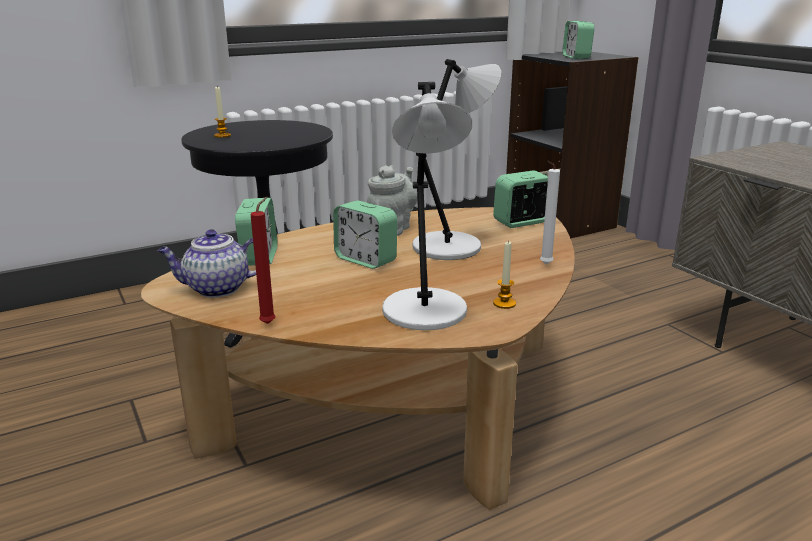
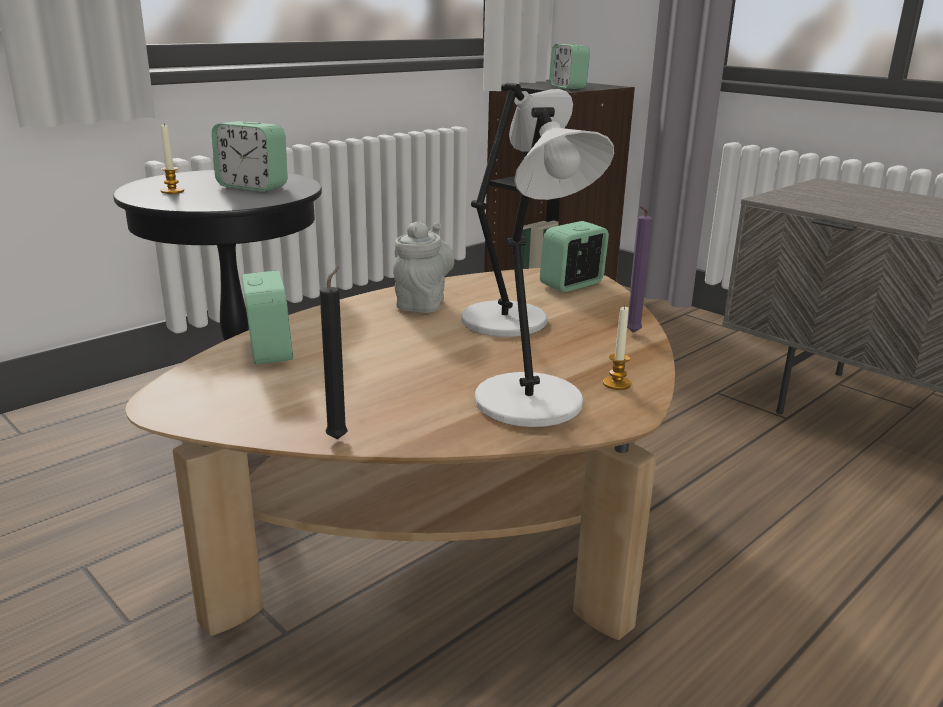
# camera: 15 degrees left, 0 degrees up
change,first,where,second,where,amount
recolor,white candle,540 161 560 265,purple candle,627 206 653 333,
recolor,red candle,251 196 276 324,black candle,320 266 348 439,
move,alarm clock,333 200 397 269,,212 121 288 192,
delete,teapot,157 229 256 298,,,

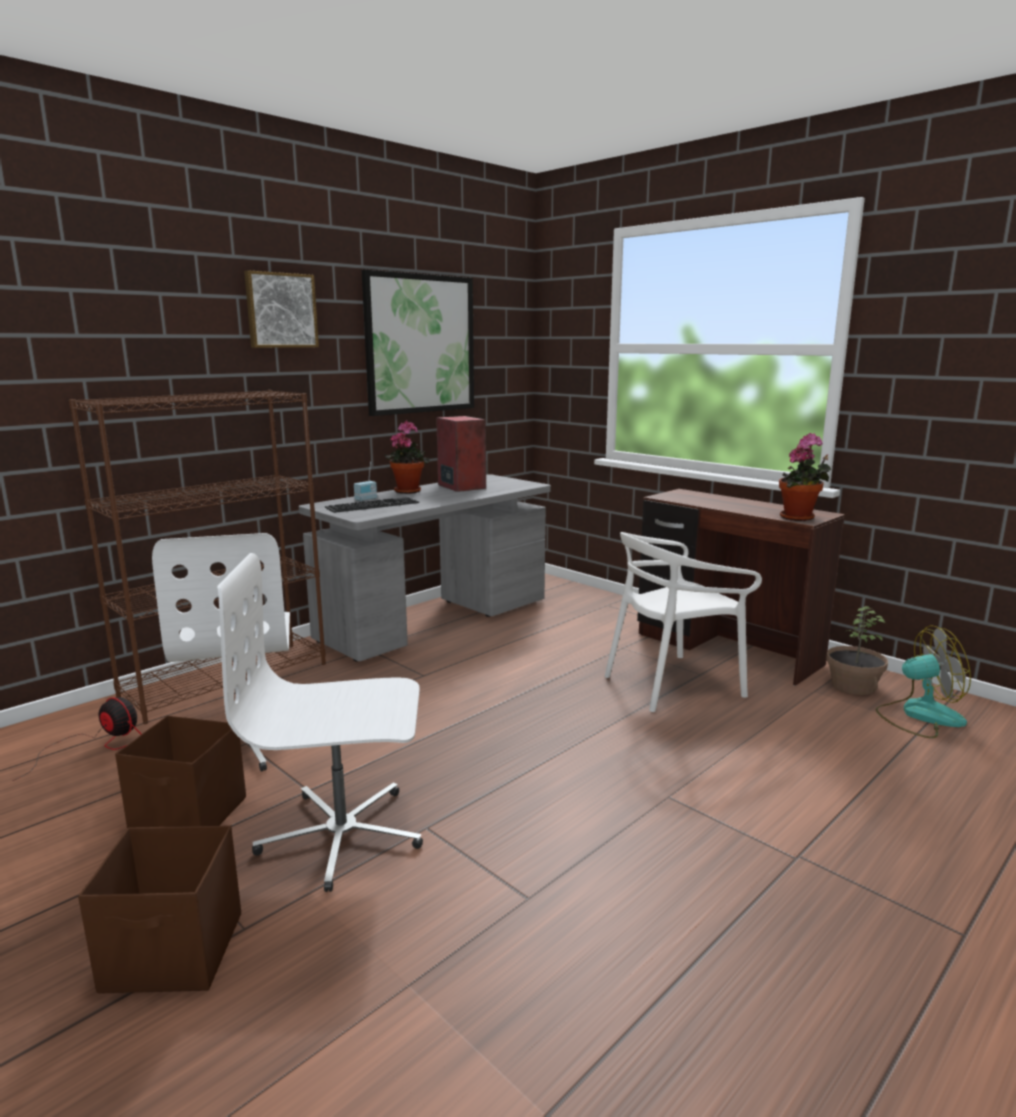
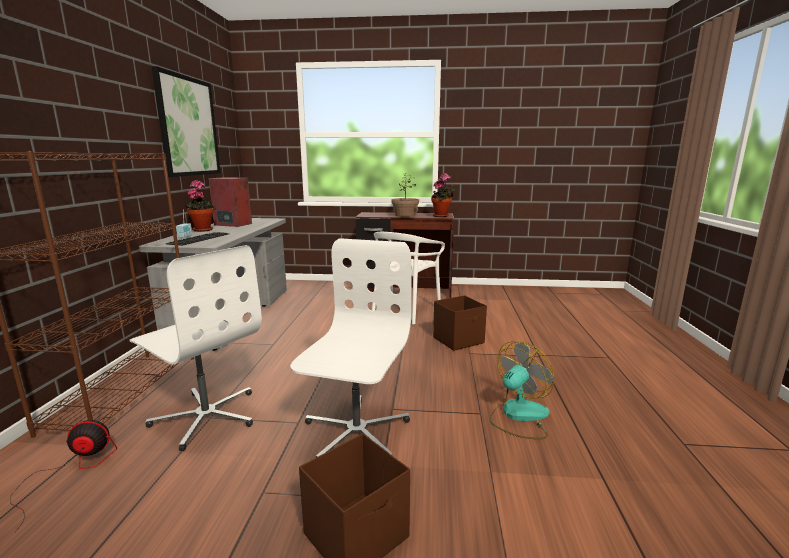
# camera: 40 degrees left, 0 degrees up
change,first,where,second,where,amount
delete,picture,244 270 319 348,,,
rotate,white office chair,217 553 423 892,,290 238 412 458,150 degrees clockwise
move,potted plant,826 606 888 695,,391 173 419 217,
move,fan,876 625 971 738,,490 341 554 439,
move,brown storage box,115 716 246 828,,433 295 487 351,

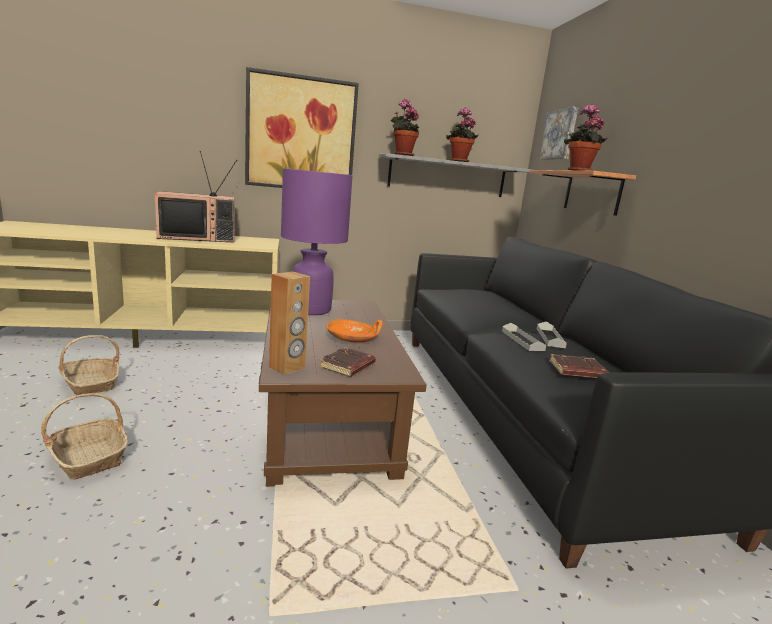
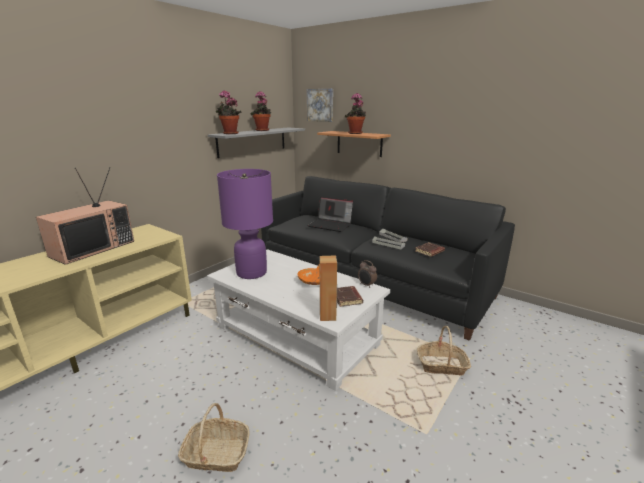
# camera: 40 degrees left, 5 degrees up
change,first,where,second,where,amount
delete,picture,245 67 359 188,,,
recolor,brown coffee table,259 300 427 487,white coffee table,207 249 390 391,
move,basket,58 335 120 396,,417 326 471 375,
insert,,,laptop,307 197 354 232,
insert,,,alarm clock,358 260 377 288,

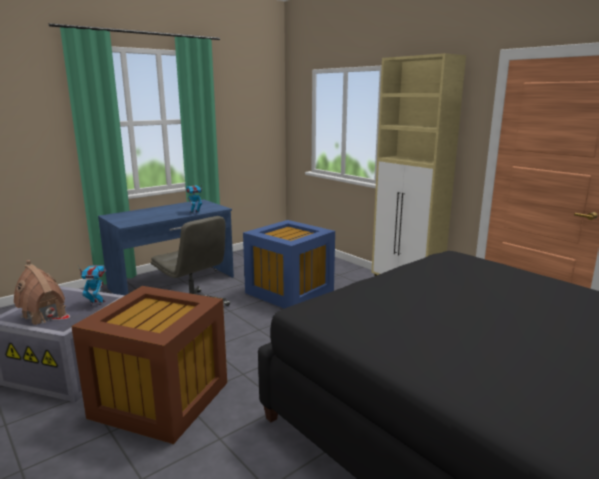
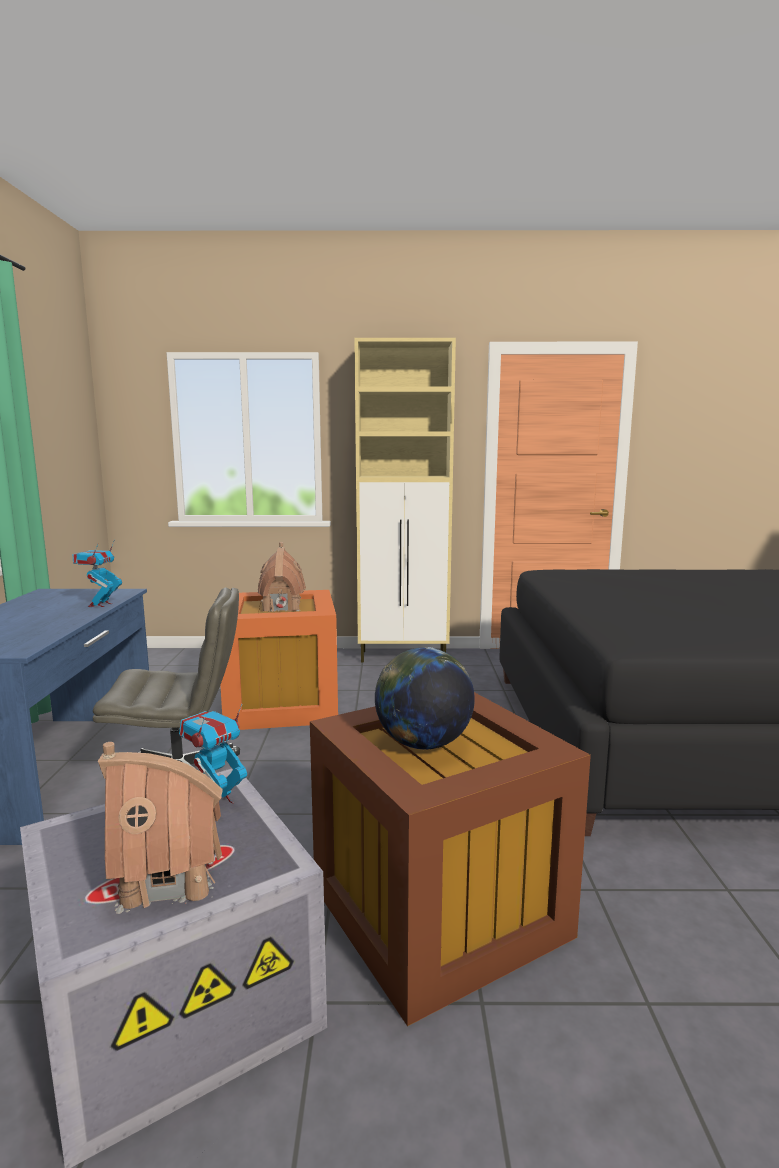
# camera: 50 degrees left, 5 degrees down
change,first,where,second,where,amount
recolor,blue storage box,243 220 335 309,orange storage box,220 590 338 730,
insert,,,toy house,258 542 306 612,
insert,,,globe,375 647 475 749,

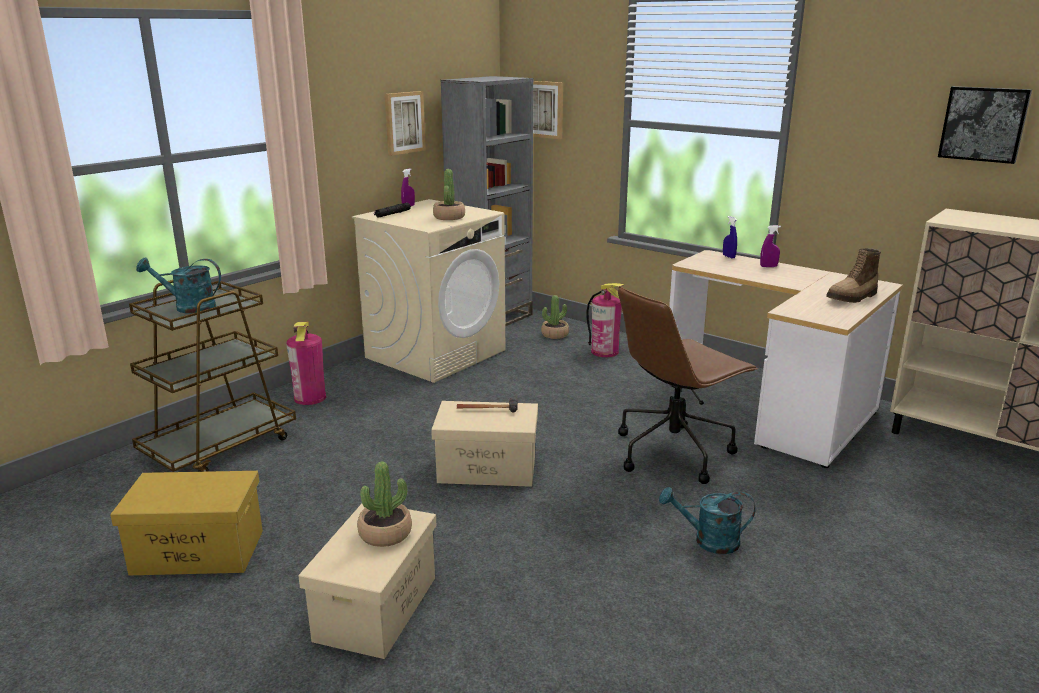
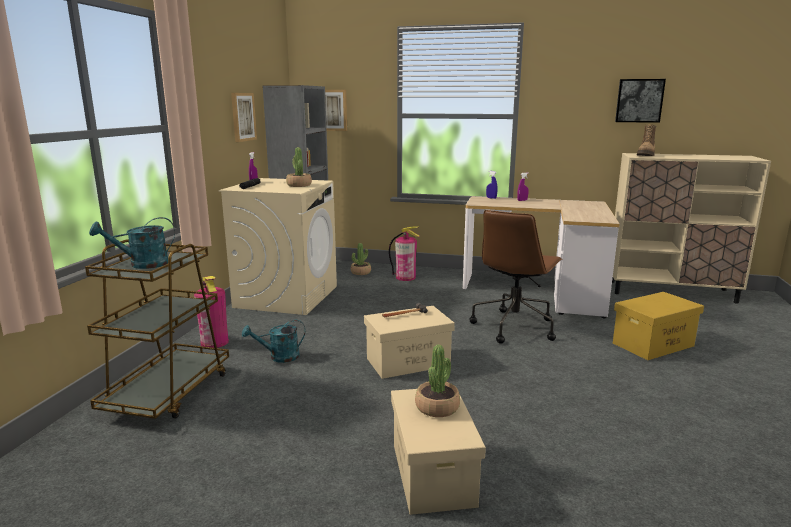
# camera: 25 degrees left, 5 degrees down
change,first,where,second,where,amount
move,boot,826 248 881 303,,637 124 657 156,
move,yellow storage box,110 471 263 575,,613 292 704 360,
move,turquoise watering can,659 487 756 554,,242 320 305 363,

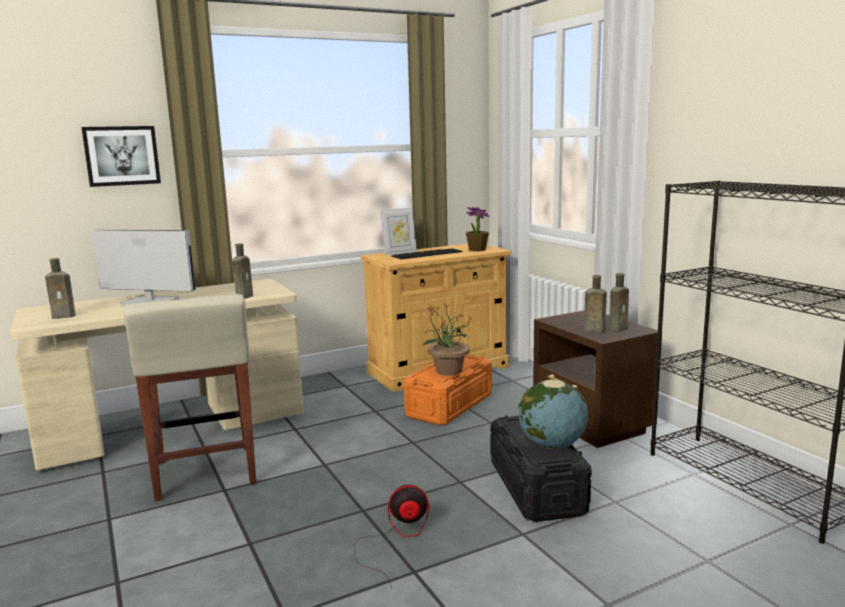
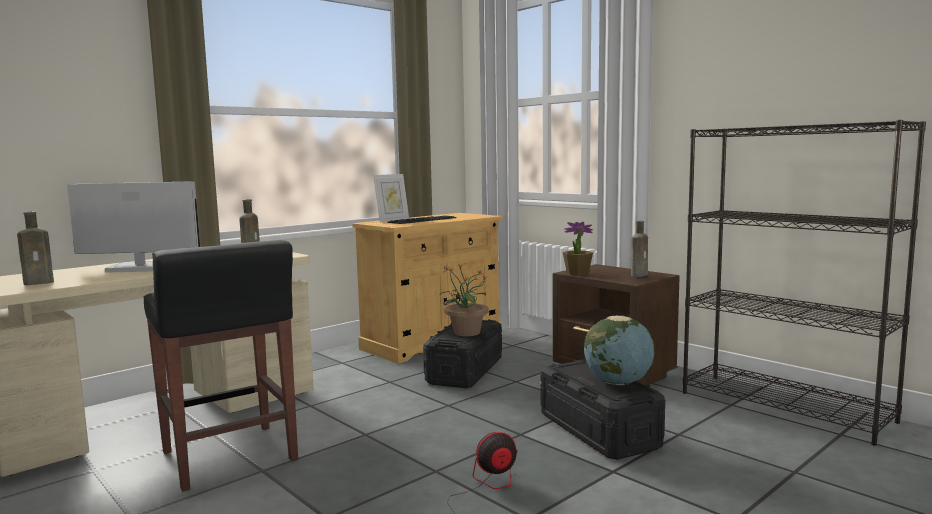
# camera: 15 degrees left, 5 degrees down
change,first,where,second,where,amount
delete,picture,81 126 161 187,,,
move,potted plant,466 207 490 251,,563 221 593 276,
delete,brown bottle,584 275 607 333,,,
recolor,beige stool,124 294 256 501,black stool,144 240 298 491,
recolor,orange storage box,403 355 492 425,black storage box,423 319 502 388,

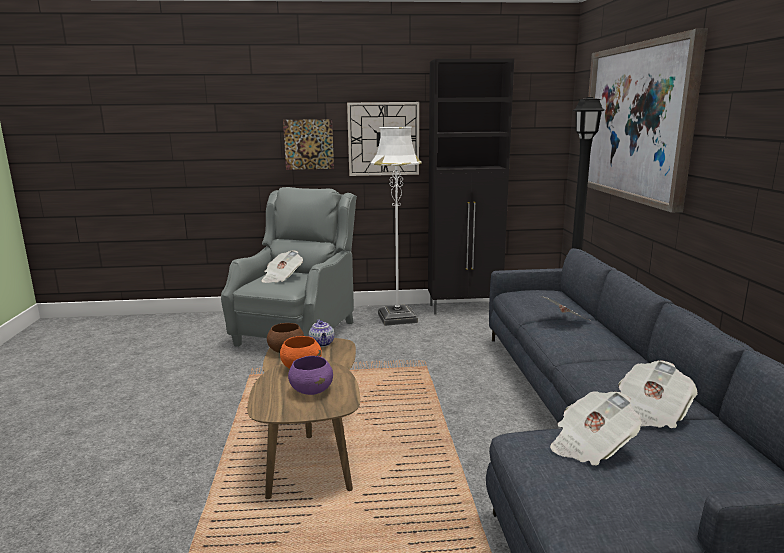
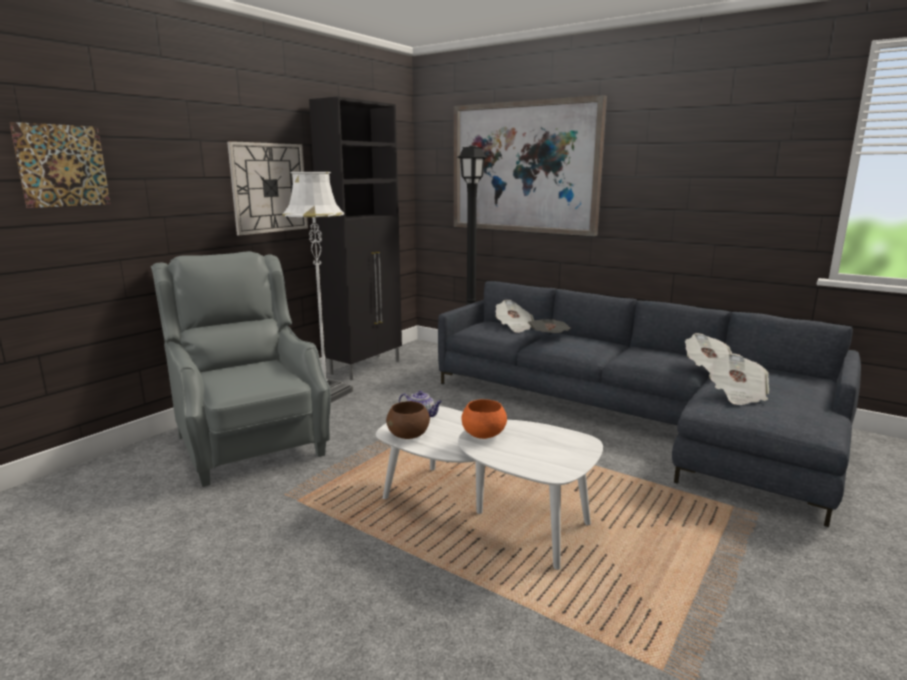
# camera: 50 degrees left, 0 degrees up
change,first,where,second,where,amount
move,picture,283 119 334 170,,9 122 110 208,
move,newspaper,261 250 303 283,,496 300 534 333,
recolor,brown coffee table,247 338 360 499,white coffee table,376 406 603 570,
delete,purple bowl,288 356 333 395,,,

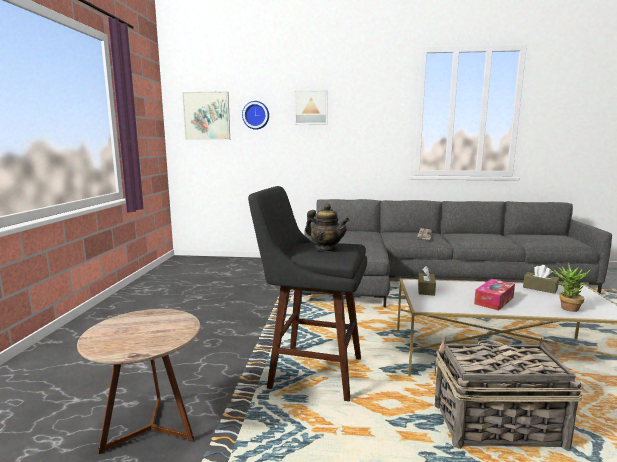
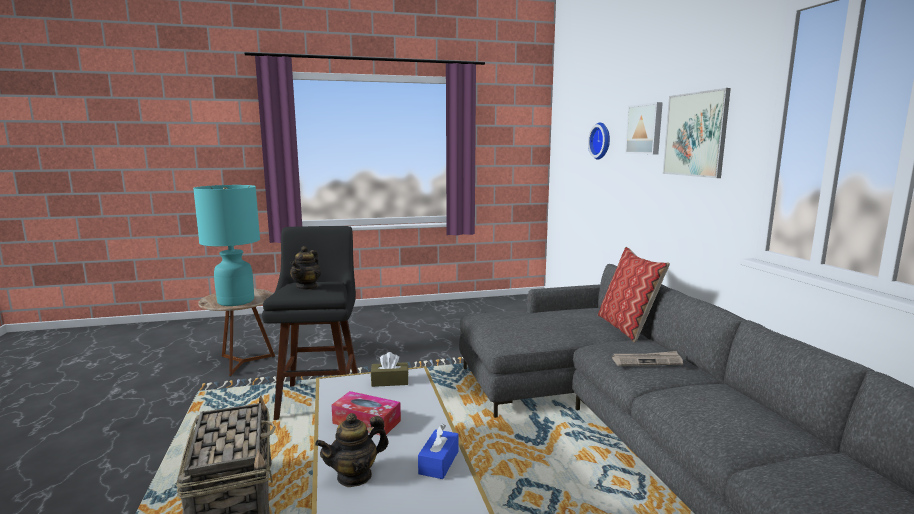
# camera: 70 degrees right, 0 degrees up
change,first,where,second,where,amount
move,picture,182 91 230 140,,663 88 731 178,
replace,potted plant,550 262 591 312,teapot,315 413 389 487,
recolor,brown tissue box,523 265 559 294,blue tissue box,418 424 458 479,
insert,,,turquoise table lamp,193 185 260 306,
insert,,,pillow,598 247 670 343,

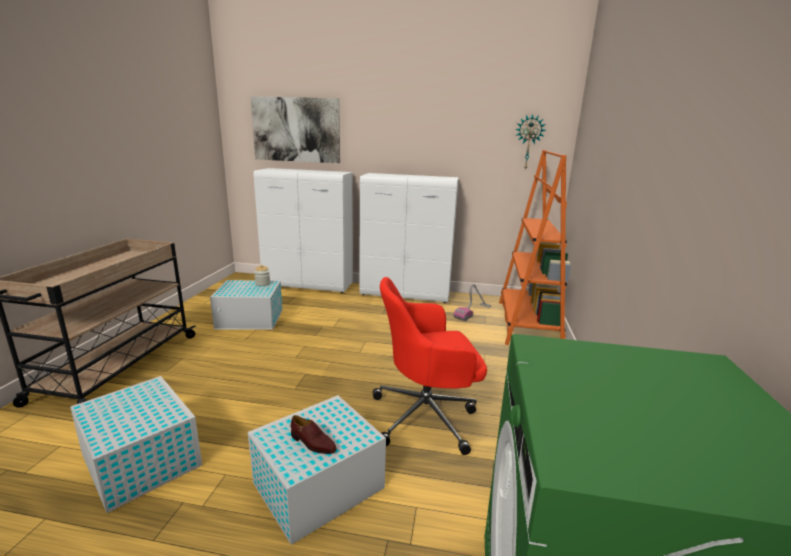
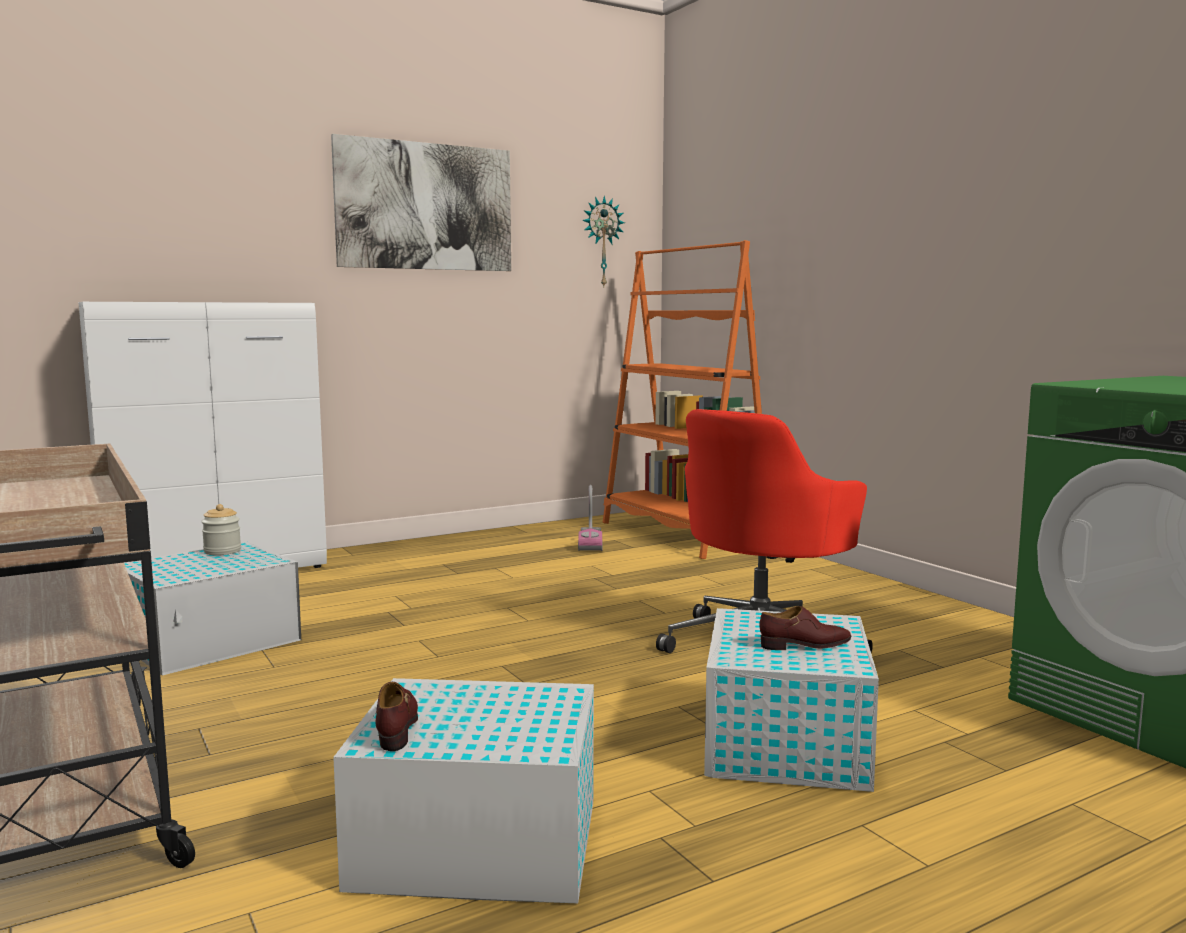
# camera: 40 degrees left, 10 degrees down
change,first,where,second,where,amount
move,picture,251 96 340 163,,331 134 511 271,
delete,white cabinet,359 173 459 303,,,
insert,,,brown shoe,375 682 418 751,

